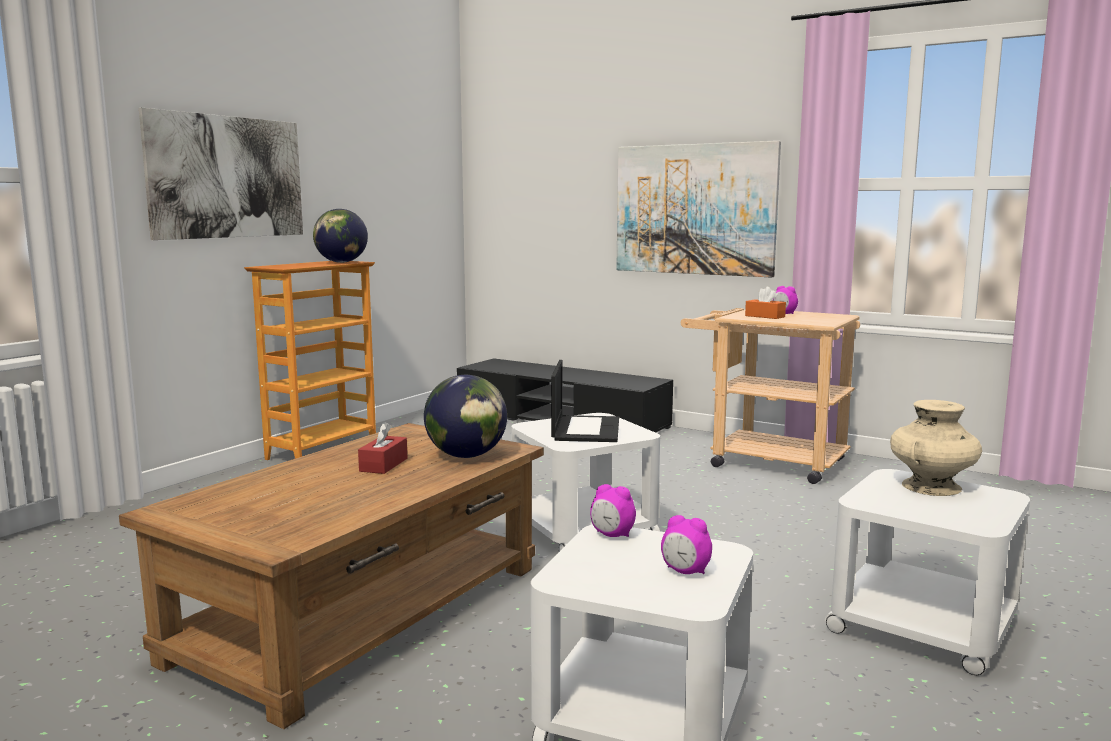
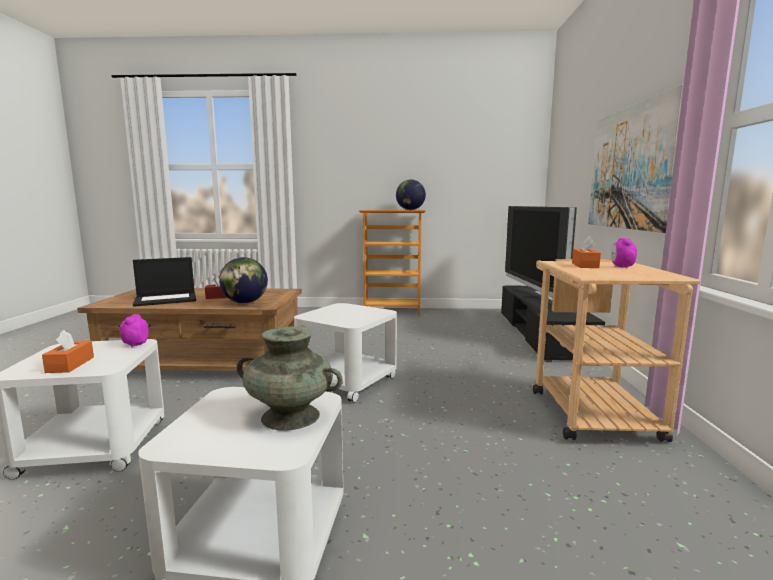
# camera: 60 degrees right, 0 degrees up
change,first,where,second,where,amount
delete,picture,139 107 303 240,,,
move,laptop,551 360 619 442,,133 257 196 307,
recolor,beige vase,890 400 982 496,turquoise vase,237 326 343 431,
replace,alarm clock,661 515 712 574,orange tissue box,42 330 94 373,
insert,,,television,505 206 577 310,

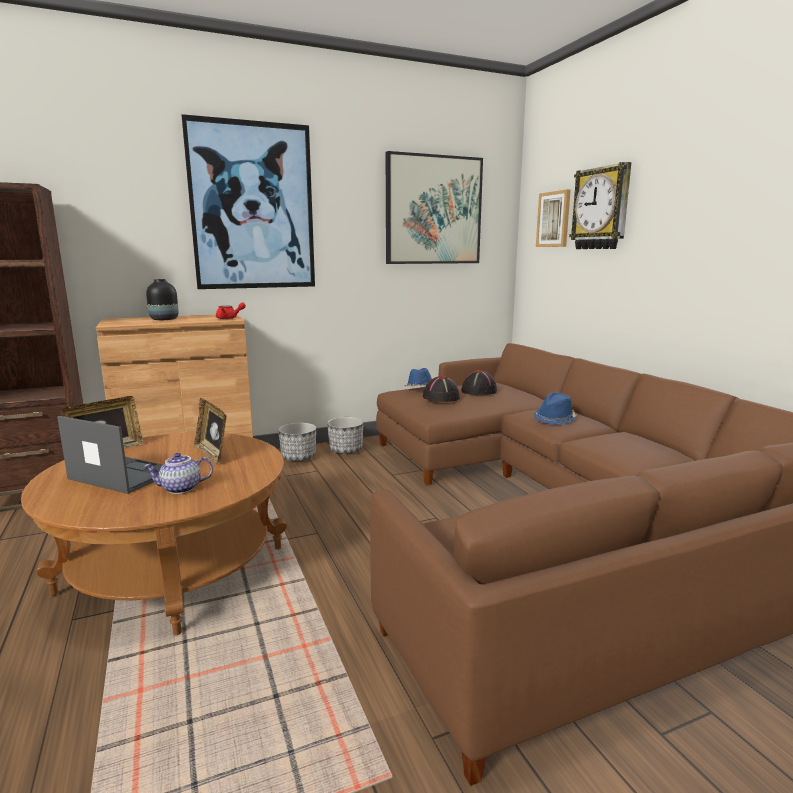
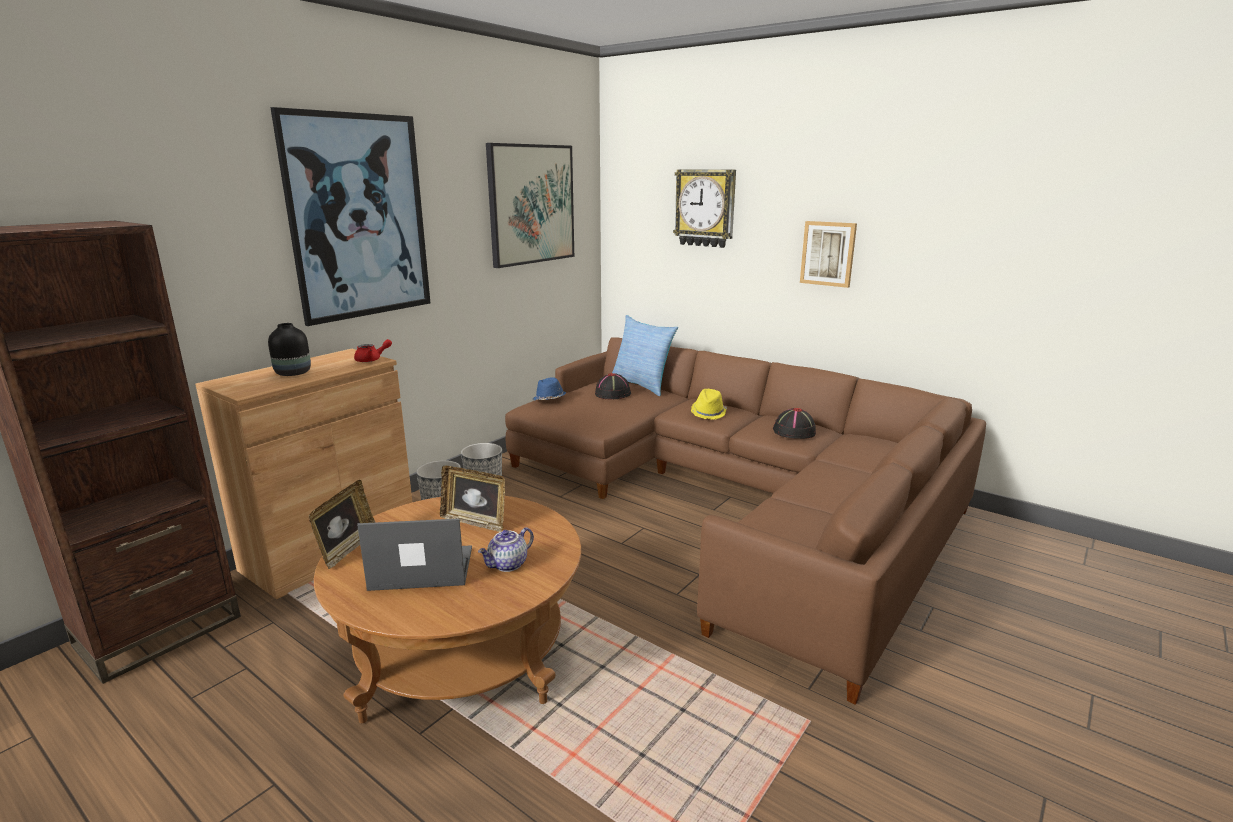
# camera: 30 degrees left, 5 degrees up
change,first,where,second,where,amount
move,picture,536 189 571 247,,800 221 857 288,
move,black hat,423 376 460 402,,773 408 816 439,
recolor,blue hat,534 392 577 425,yellow hat,691 389 727 420,
insert,,,pillow,612 315 678 396,

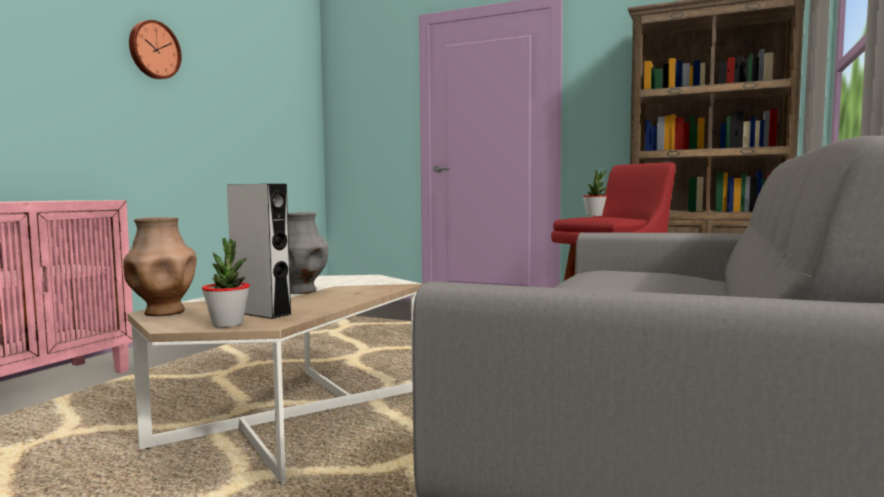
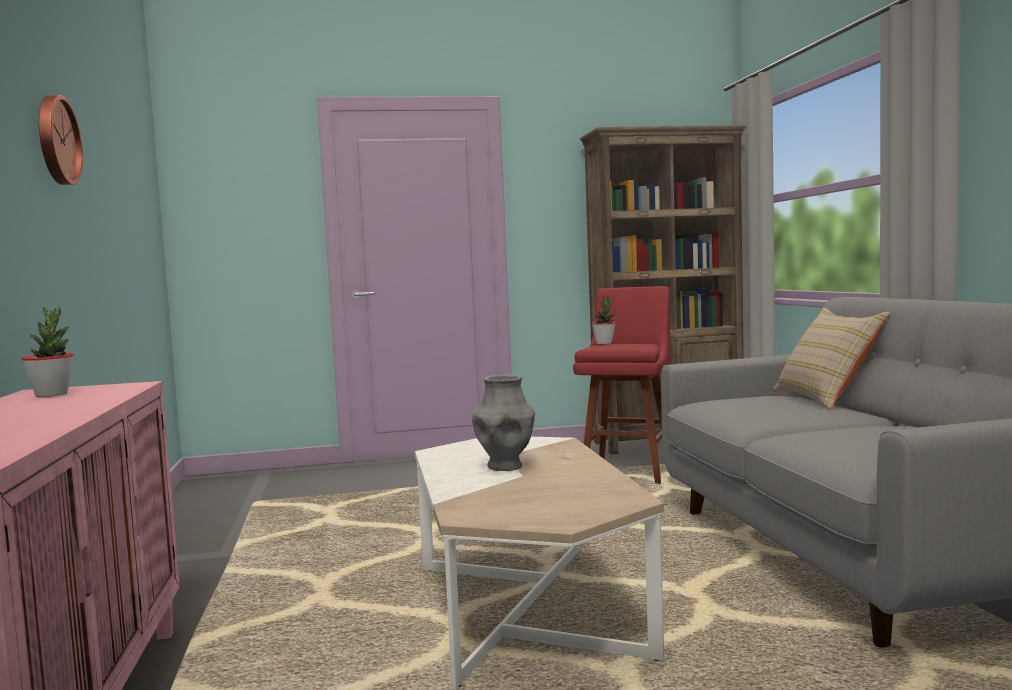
# camera: 35 degrees left, 0 degrees up
change,first,where,second,where,amount
delete,grey speaker,227 184 293 319,,,
delete,brown vase,123 217 197 316,,,
move,potted plant,202 238 250 327,,22 306 74 397,
insert,,,beige pillow,773 308 890 410,

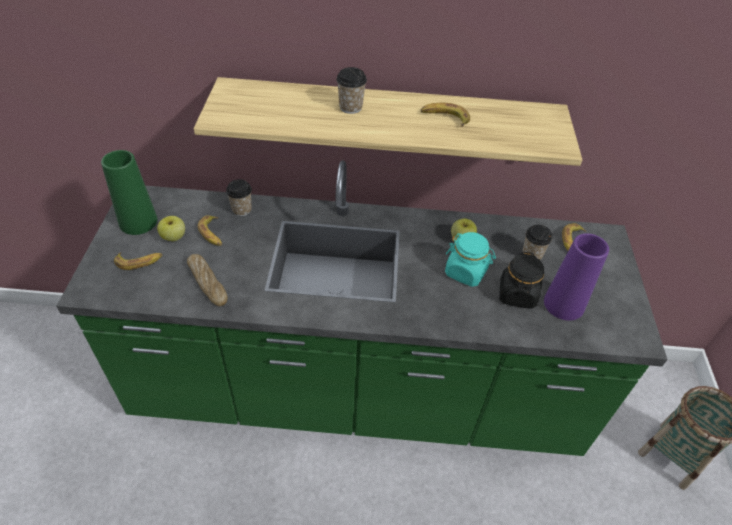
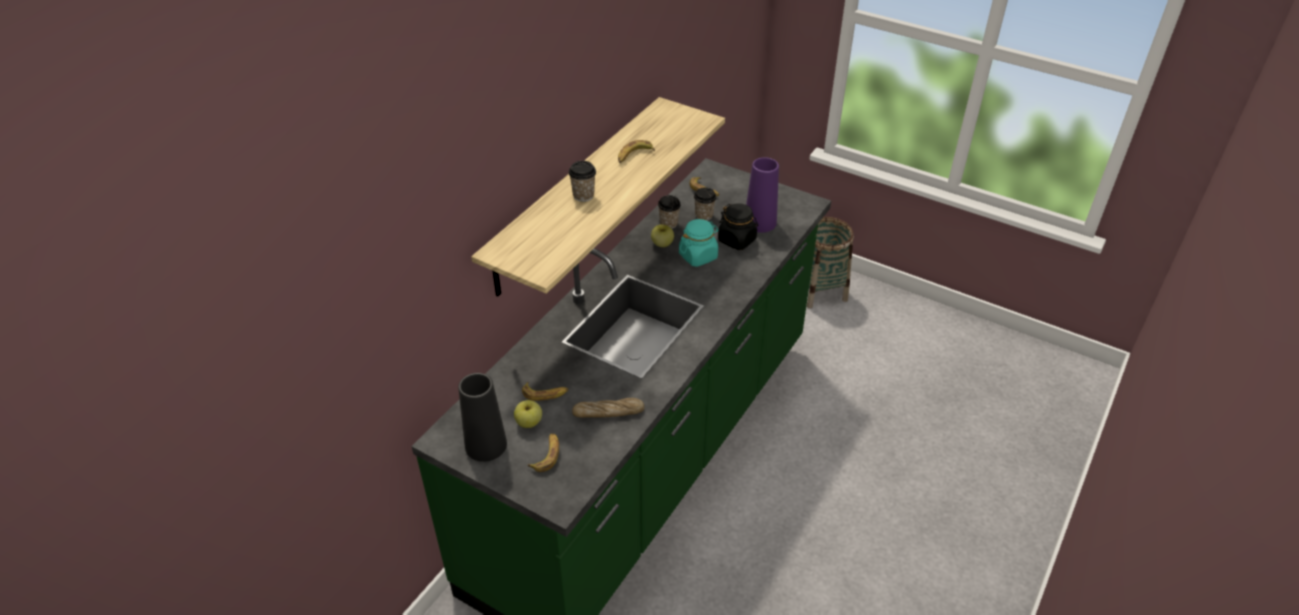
# camera: 60 degrees left, 5 degrees down
change,first,where,second,where,amount
recolor,green vase,101 150 158 235,black vase,458 373 507 462,
move,cup,226 179 252 216,,658 195 681 229,

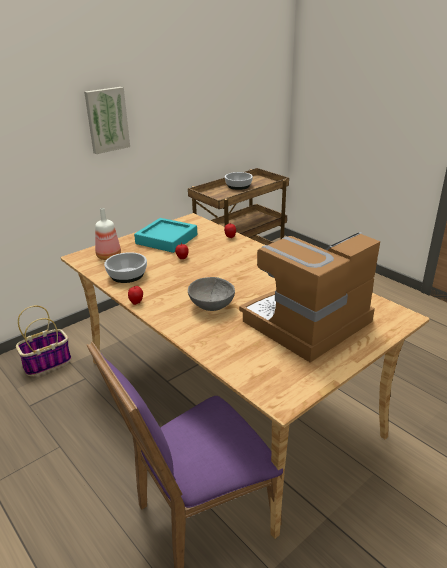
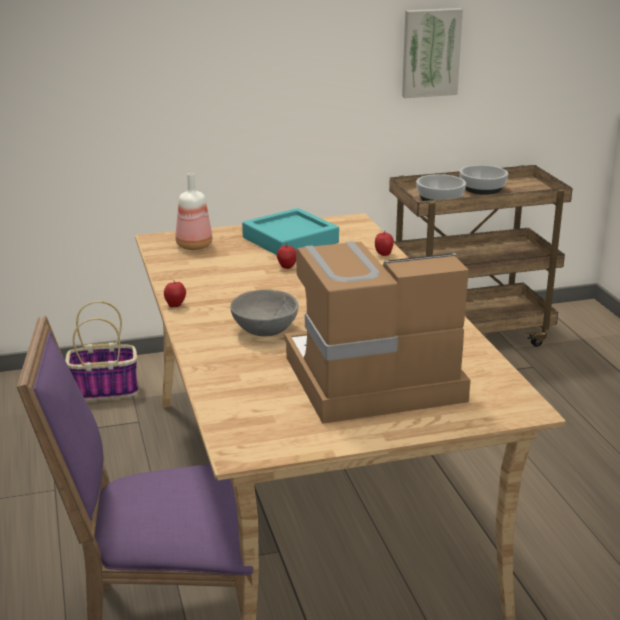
# camera: 25 degrees right, 5 degrees down
change,first,where,second,where,amount
move,picture,84 87 130 154,,402 8 463 98,
move,bowl,104 252 147 283,,416 174 466 201,

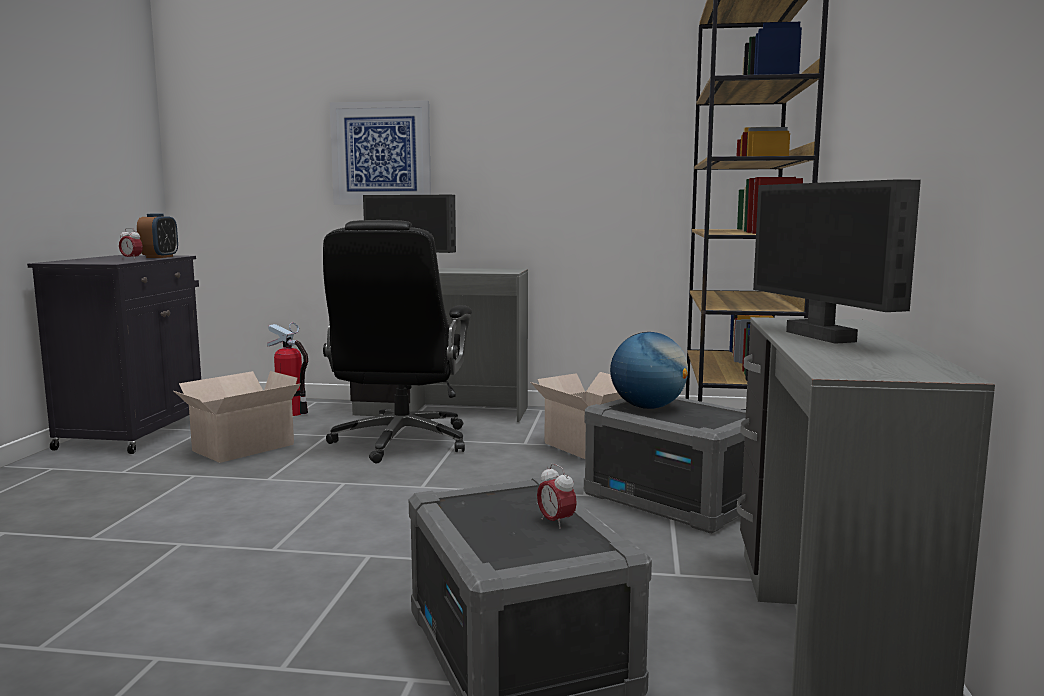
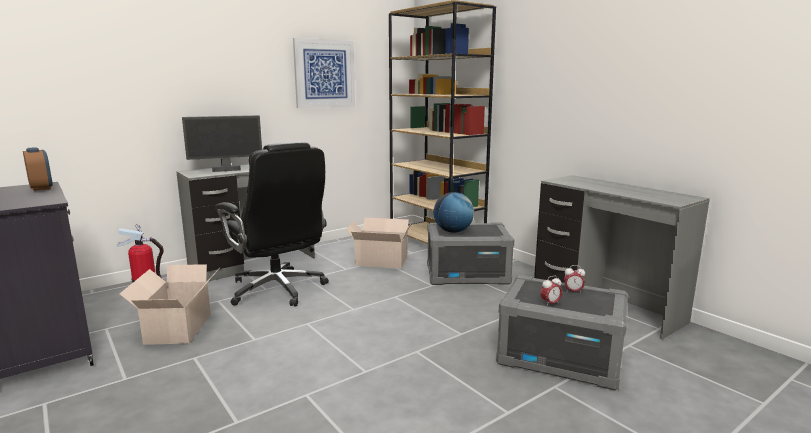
# camera: 45 degrees left, 5 degrees up
change,first,where,second,where,amount
move,picture,330 101 431 205,,293 38 355 108,
delete,monitor,753 179 921 344,,,
move,alarm clock,119 228 143 259,,540 276 562 305,

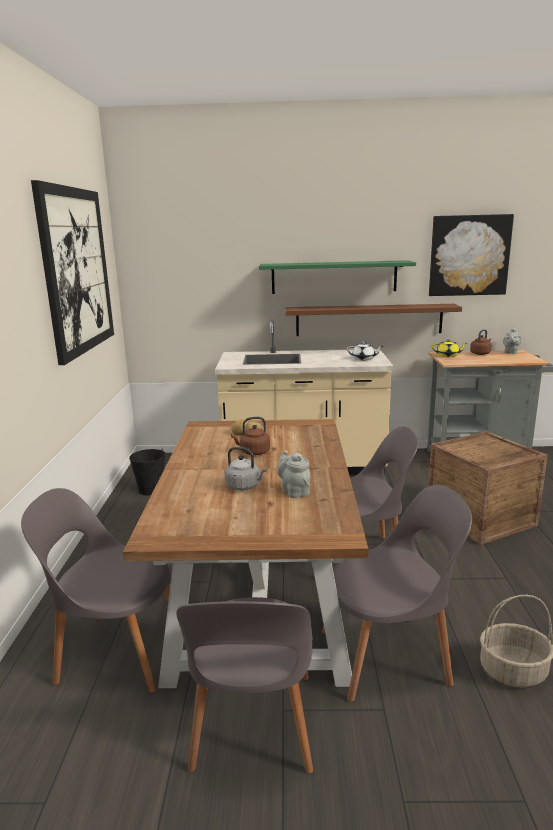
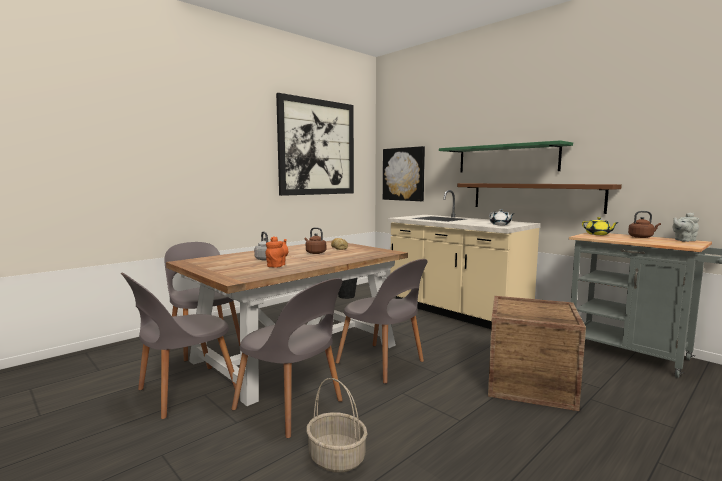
# camera: 45 degrees right, 10 degrees down
change,first,where,second,where,amount
move,picture,429 214 514 296,,383 146 425 201,
recolor,grey teapot,278 450 311 498,orange teapot,265 237 288 268,

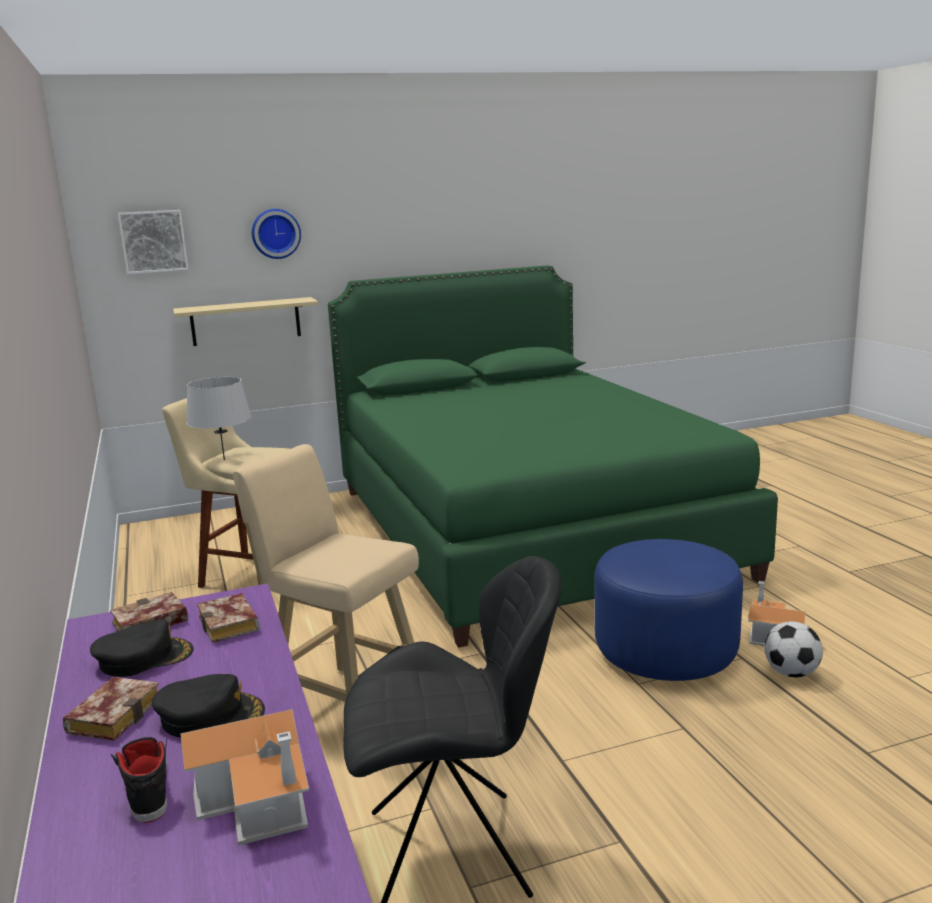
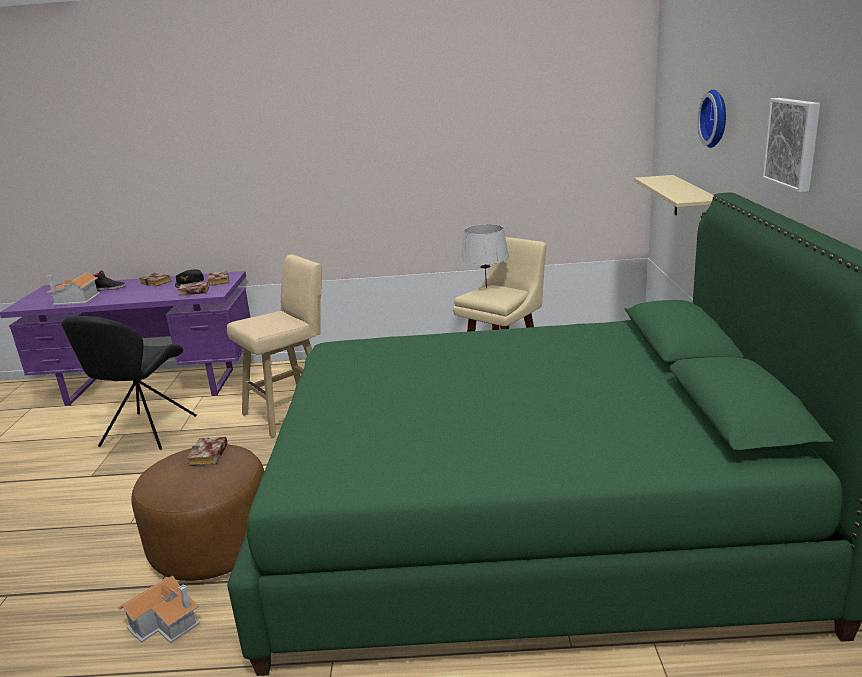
# camera: 110 degrees right, 5 degrees up
change,first,where,second,where,amount
move,picture,118 210 189 274,,762 98 820 193,
recolor,blue ottoman,594 539 743 681,brown ottoman,131 445 264 581,
delete,football,764 621 823 677,,,
delete,black cap,152 674 265 738,,,
insert,,,book,187 437 227 466,

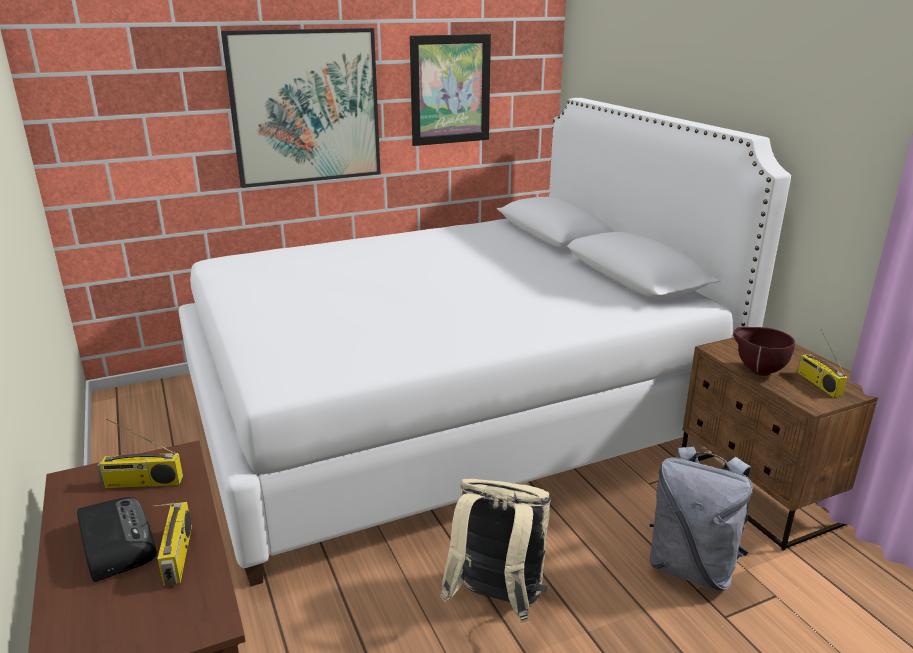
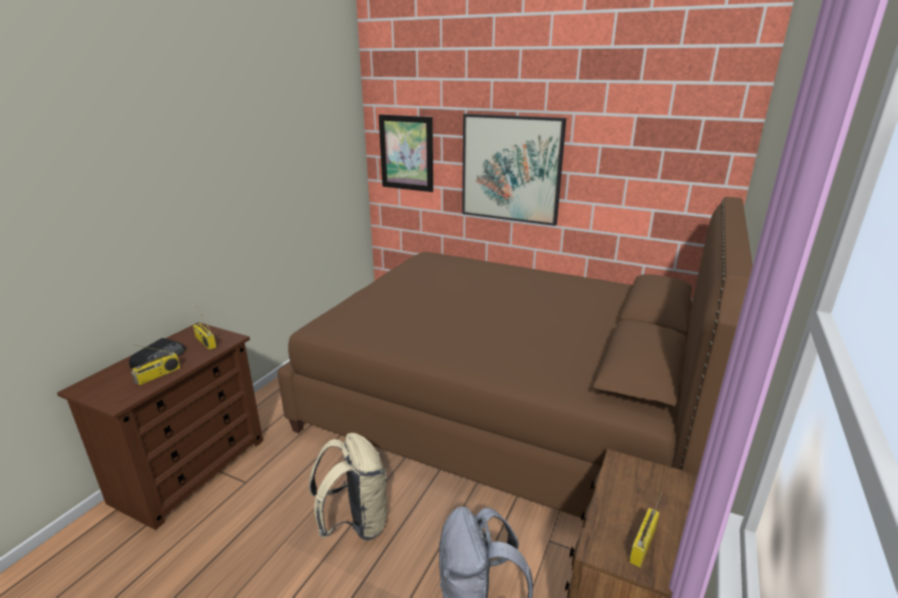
# camera: 50 degrees right, 0 degrees up
change,first,where,second,where,amount
move,picture,410 34 491 146,,379 114 433 192,
recolor,white bed,178 98 791 587,brown bed,277 197 753 518,
delete,brown bowl,733 327 795 376,,,

